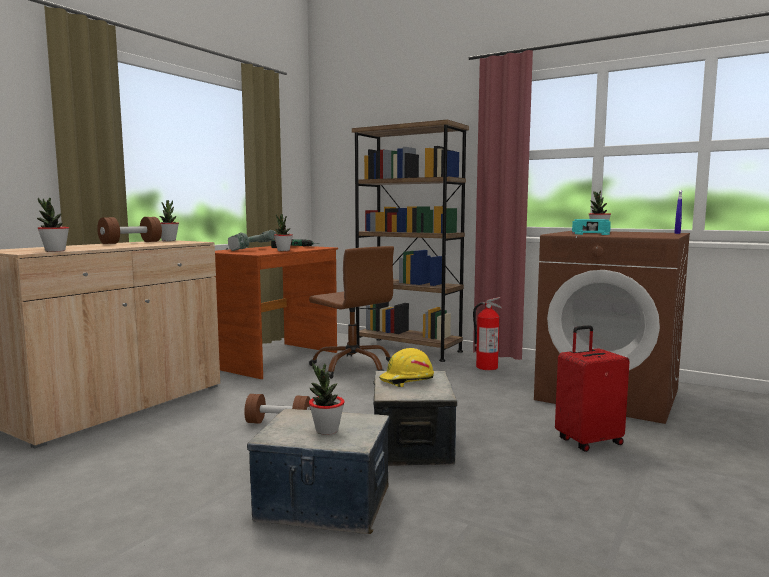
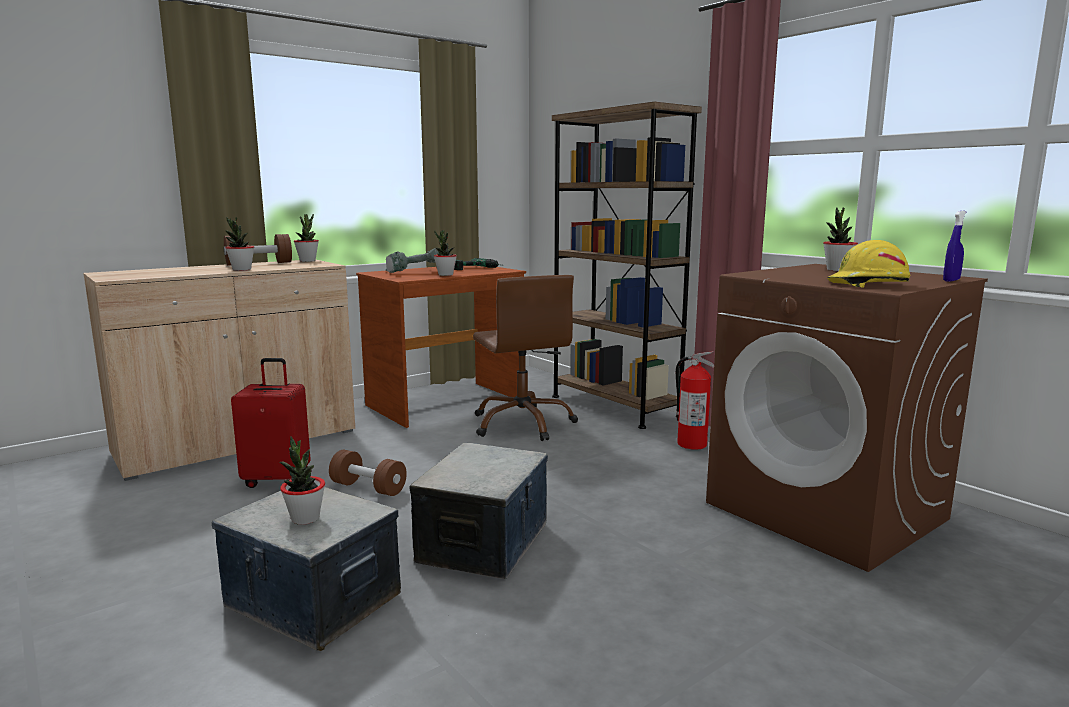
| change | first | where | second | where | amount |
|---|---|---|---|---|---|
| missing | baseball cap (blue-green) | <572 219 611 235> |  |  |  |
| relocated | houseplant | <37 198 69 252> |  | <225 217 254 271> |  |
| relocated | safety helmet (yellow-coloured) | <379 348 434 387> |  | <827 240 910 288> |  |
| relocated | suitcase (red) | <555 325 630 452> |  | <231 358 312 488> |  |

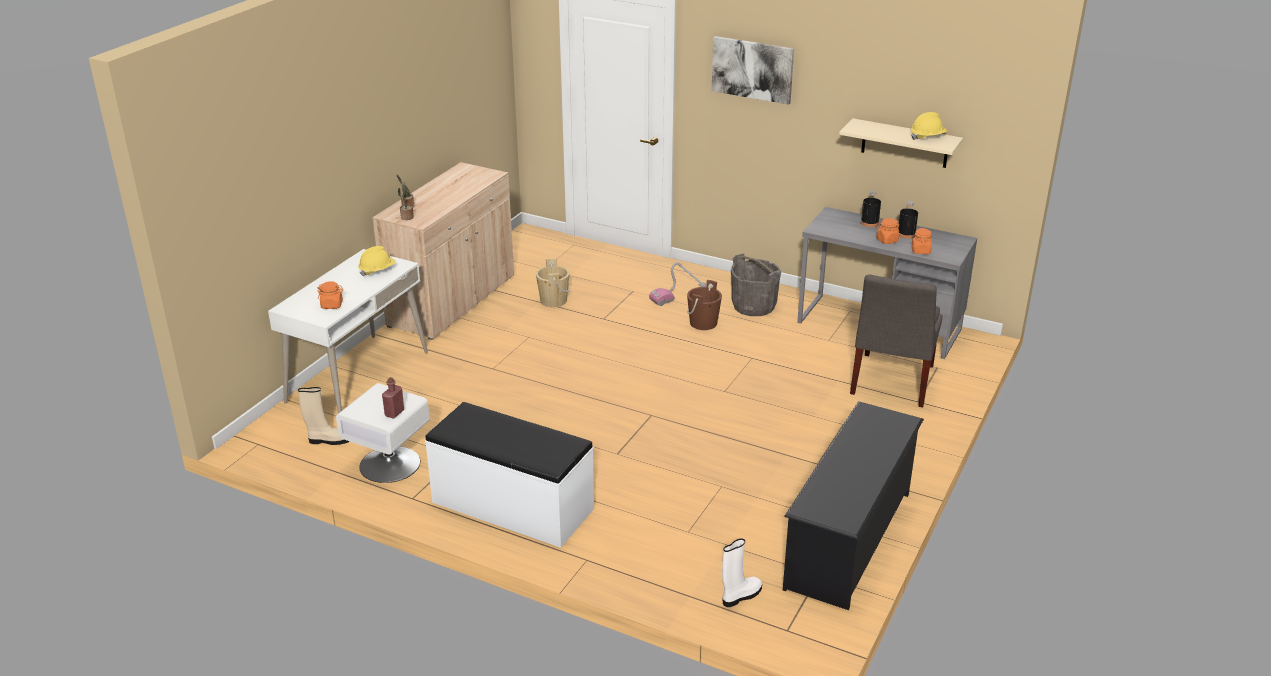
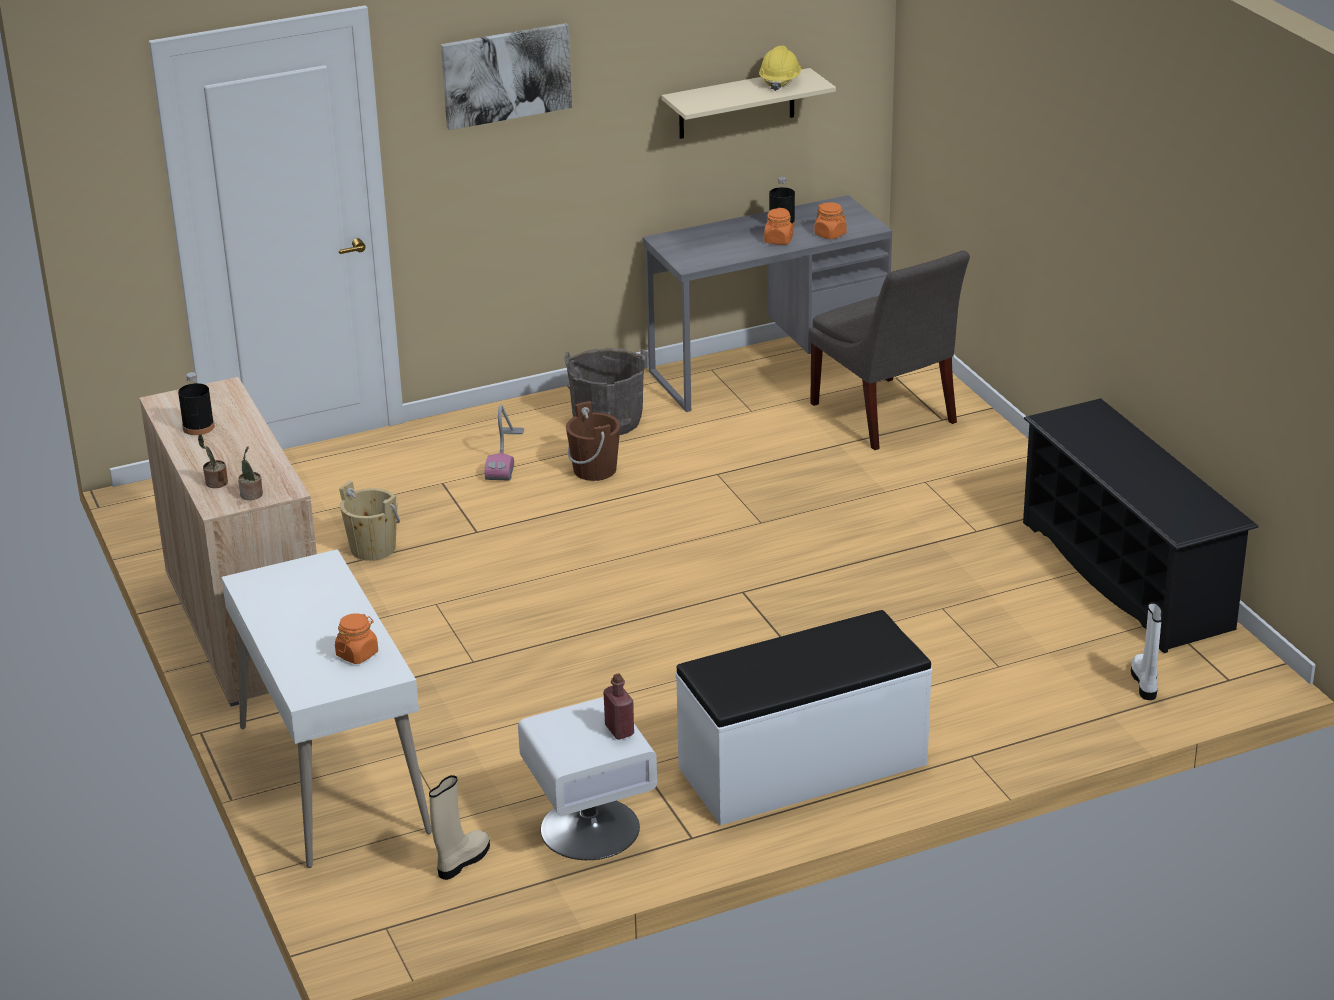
| change | first | where | second | where | amount |
|---|---|---|---|---|---|
| missing | safety helmet (yellow-coloured) | <358 246 396 276> |  |  |  |
| relocated | bottle (blackish) | <861 191 881 227> |  | <178 372 215 435> |  |

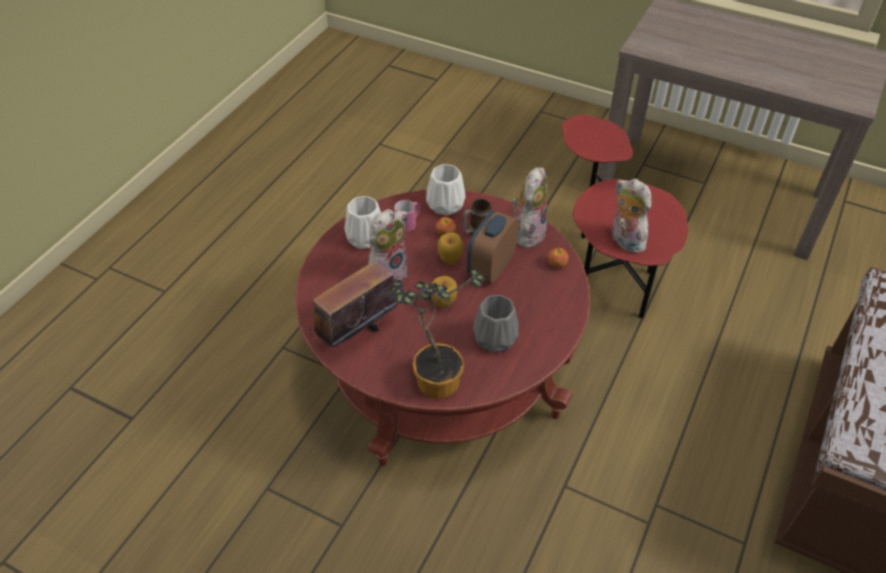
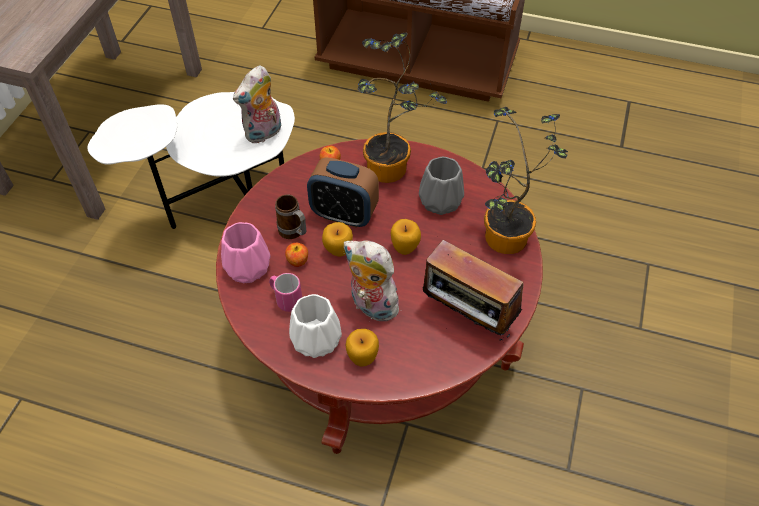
| change | first | where | second | where | amount |
|---|---|---|---|---|---|
| missing | cuddly toy | <512 167 547 248> |  |  |  |
| appeared |  |  | apple | <346 329 379 366> |  |
| appeared |  |  | houseplant | <358 32 447 183> |  |
| colour | flower vase (whitish) | <426 164 465 215> | flower vase (pink-coloured) | <221 222 271 283> |  |
| colour | end table (red) | <562 115 688 318> | end table (whitish) | <88 92 295 229> |  |

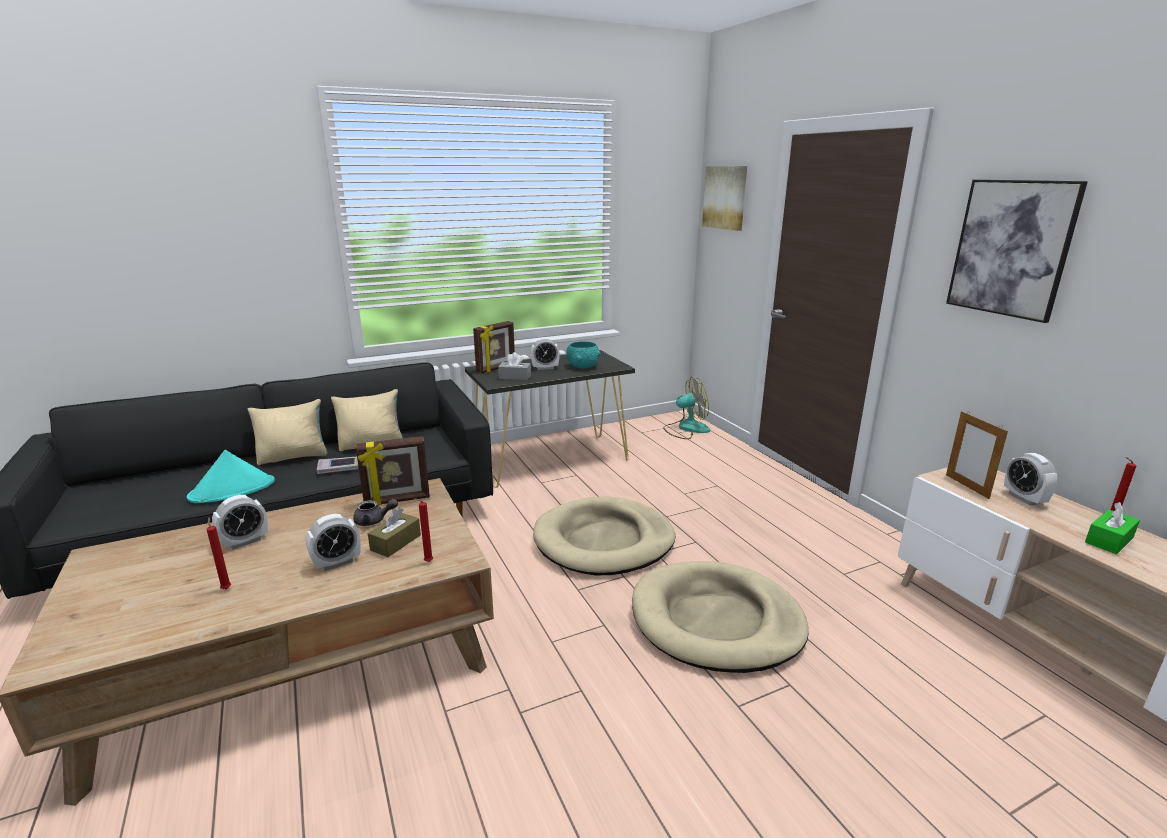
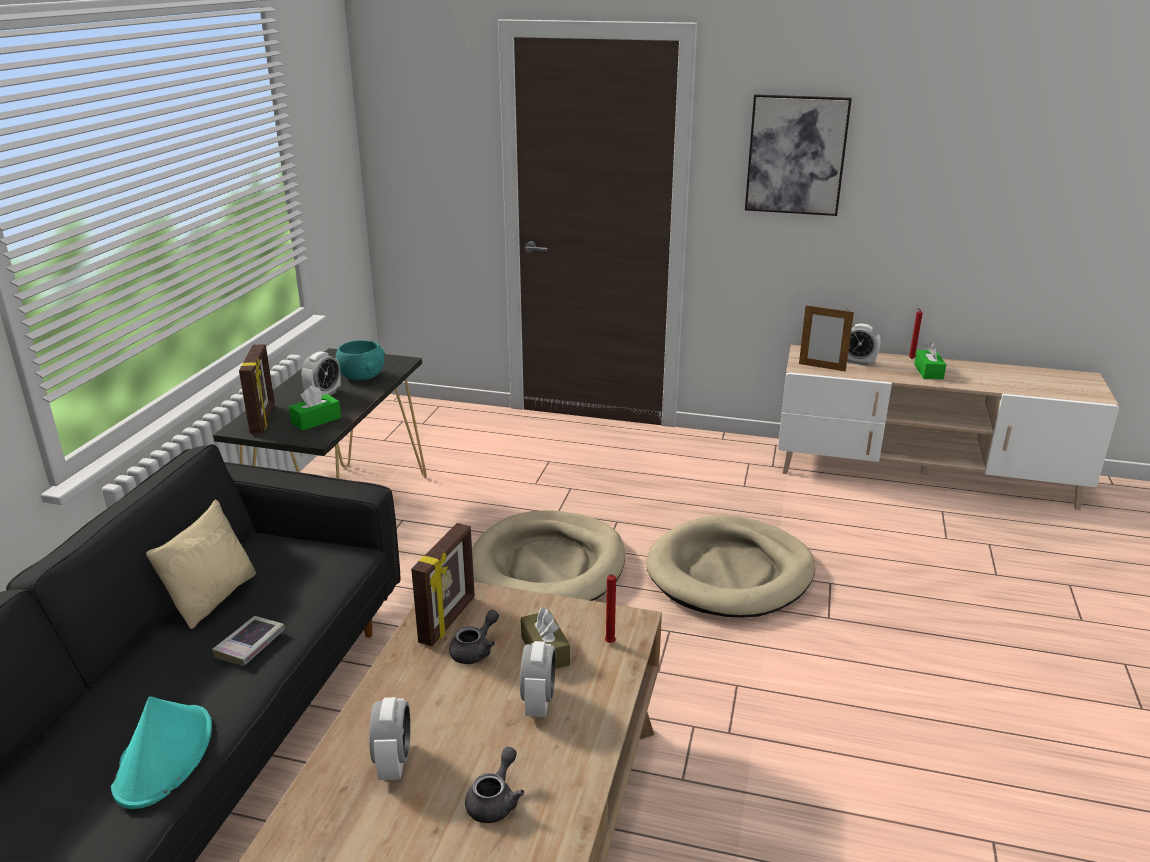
| change | first | where | second | where | amount |
|---|---|---|---|---|---|
| missing | cushion (beige) | <248 399 328 465> |  |  |  |
| missing | fan | <663 377 710 439> |  |  |  |
| missing | picture | <702 166 747 231> |  |  |  |
| exchanged | candle (red) | <206 517 231 589> | teapot (gray) | <465 747 524 823> |  |
| colour | tissue holder (gray) | <498 352 531 380> | tissue holder (greenish) | <289 386 341 431> |  |

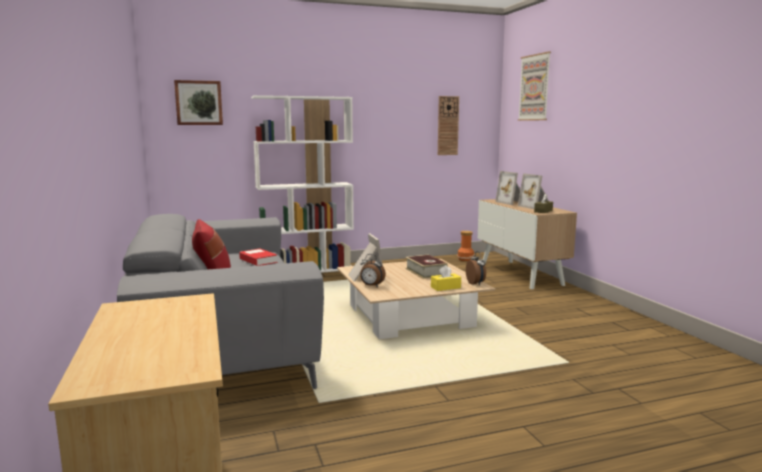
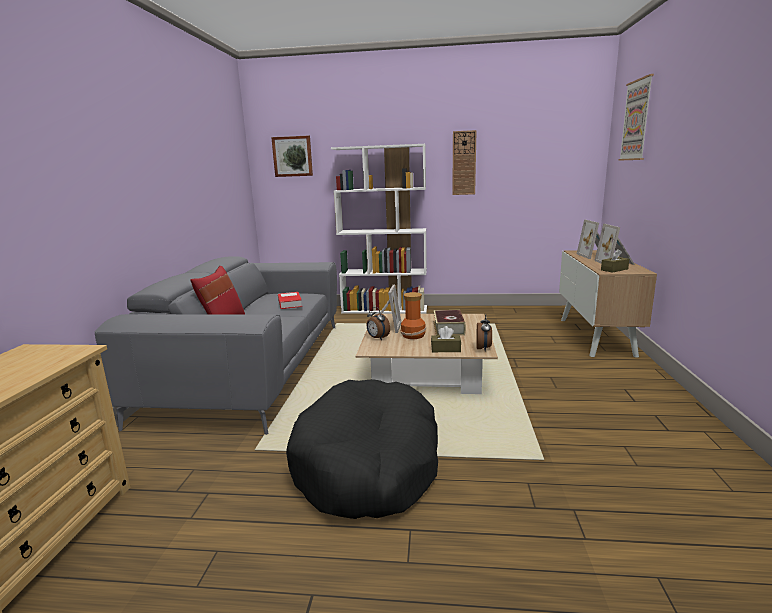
| change | first | where | second | where | amount |
|---|---|---|---|---|---|
| appeared |  |  | pet bed (blackish) | <286 379 438 519> |  |
| relocated | clock on the wall | <438 96 459 155> |  | <452 130 477 195> |  |
| relocated | flower vase | <457 231 475 261> |  | <400 292 426 339> |  |
| colour | tissue holder (yellow-coloured) | <431 265 461 291> | tissue holder (brown) | <431 326 461 352> |  |

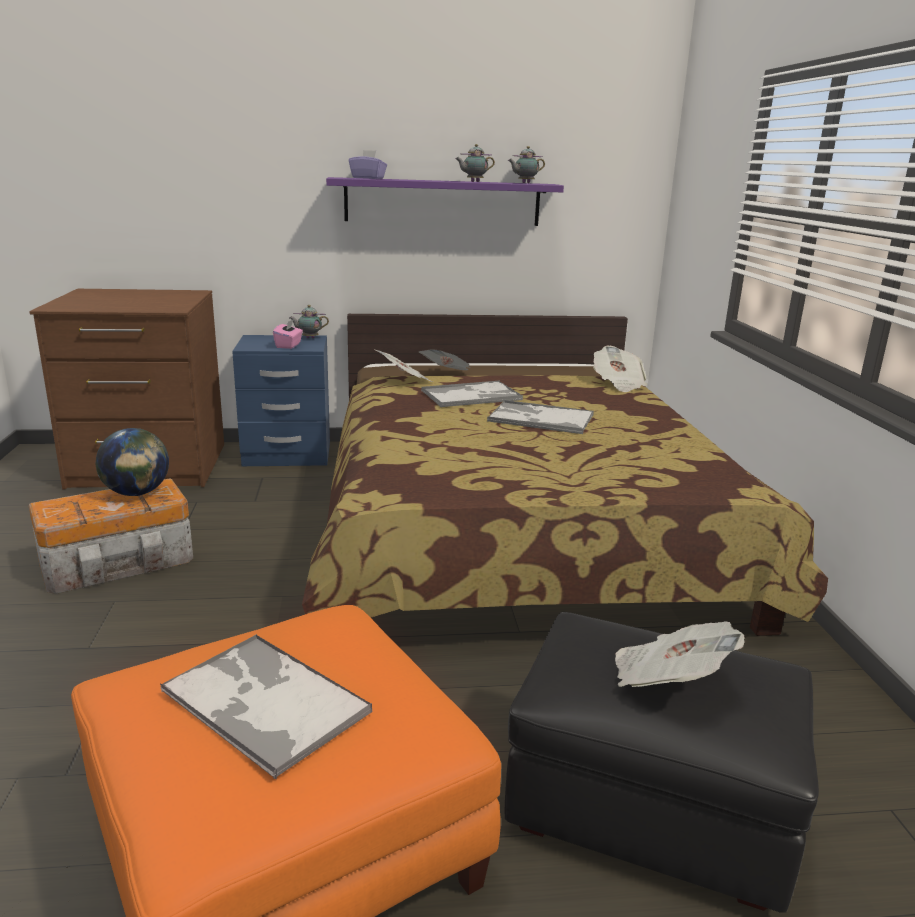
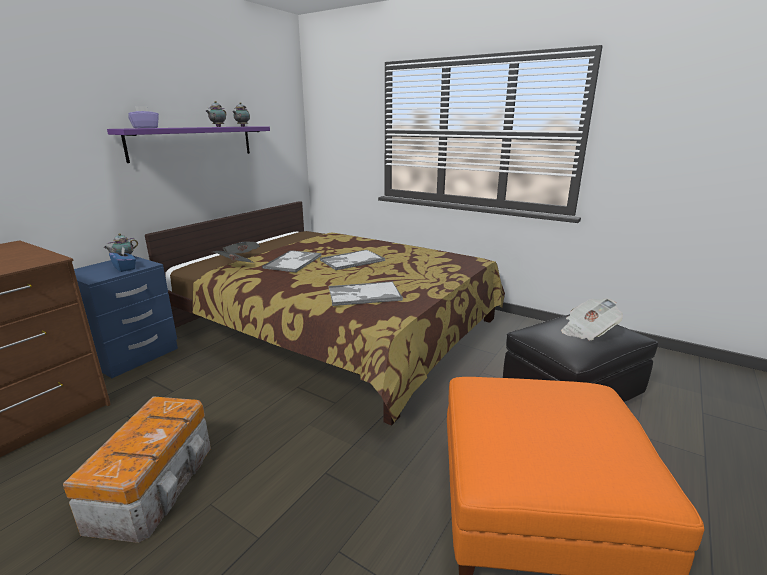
| change | first | where | second | where | amount |
|---|---|---|---|---|---|
| missing | globe | <95 428 169 496> |  |  |  |
| missing | newspaper | <593 346 647 392> |  |  |  |
| relocated | tray | <160 634 372 780> |  | <329 281 403 306> |  |
| colour | tissue holder (pink-coloured) | <273 319 303 349> | tissue holder (bluish) | <109 246 136 272> |  |

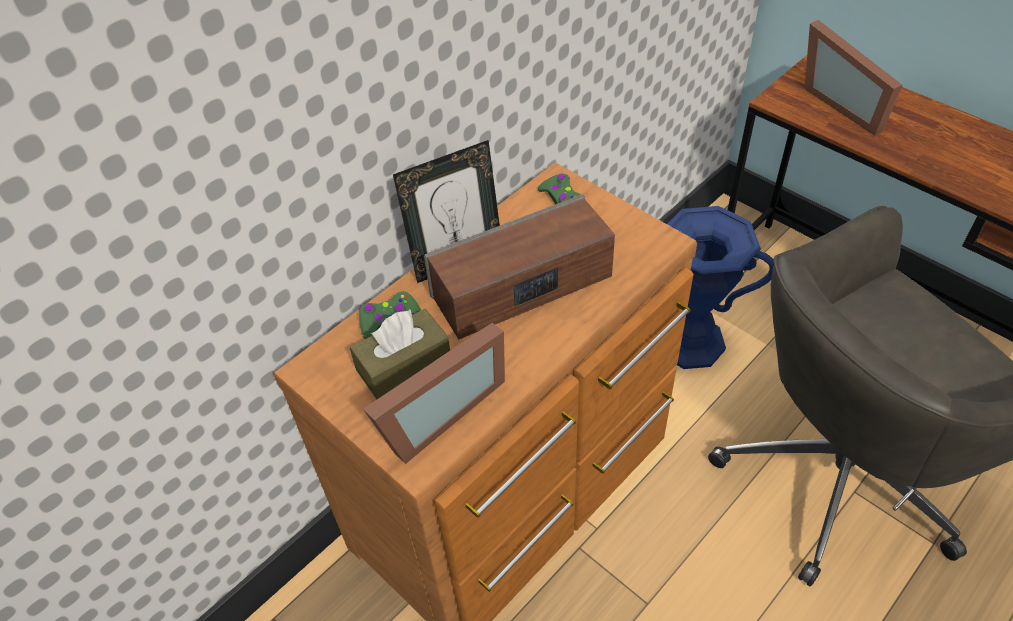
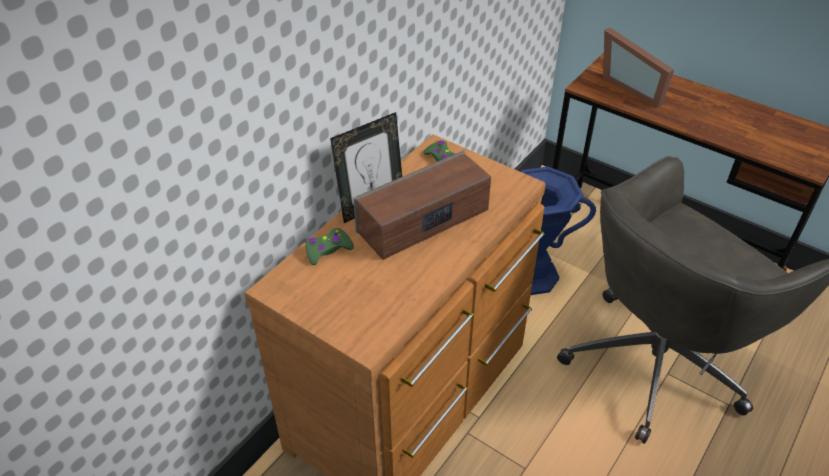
| change | first | where | second | where | amount |
|---|---|---|---|---|---|
| missing | tissue holder (brown) | <350 309 450 399> |  |  |  |
| missing | standing frame | <363 323 505 464> |  |  |  |

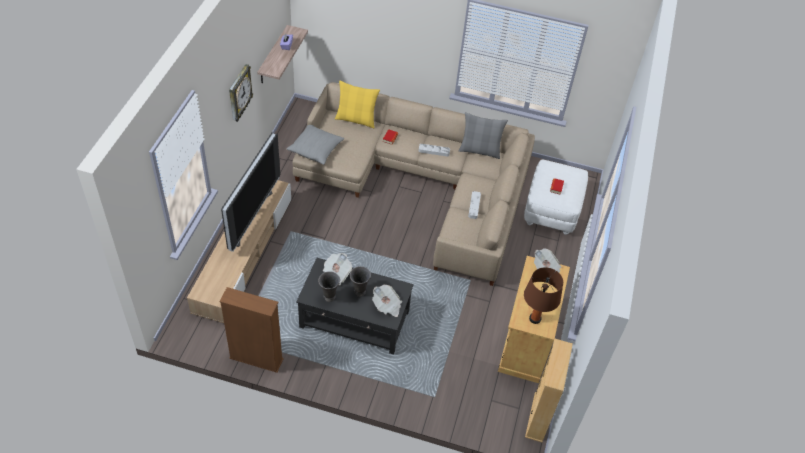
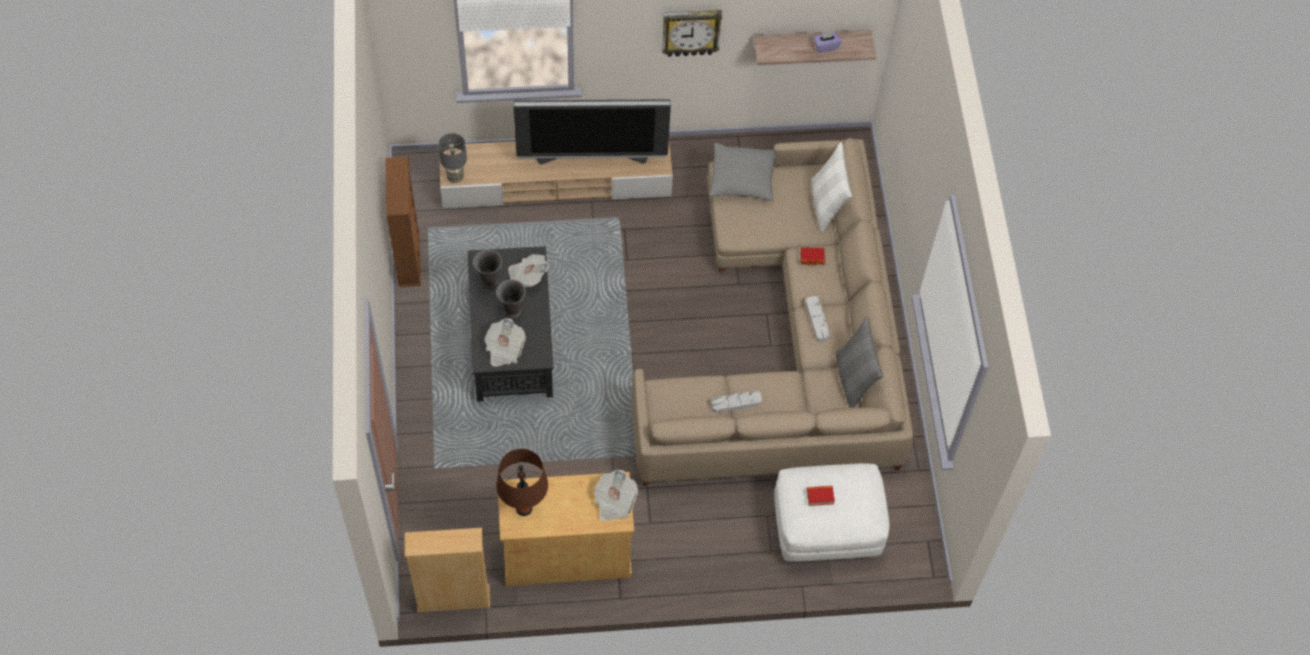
| change | first | where | second | where | amount |
|---|---|---|---|---|---|
| appeared |  |  | table lamp (gray) | <438 133 467 183> |  |
| colour | cushion (yellow-coloured) | <335 80 380 128> | cushion (whitish) | <812 142 852 232> |  |

